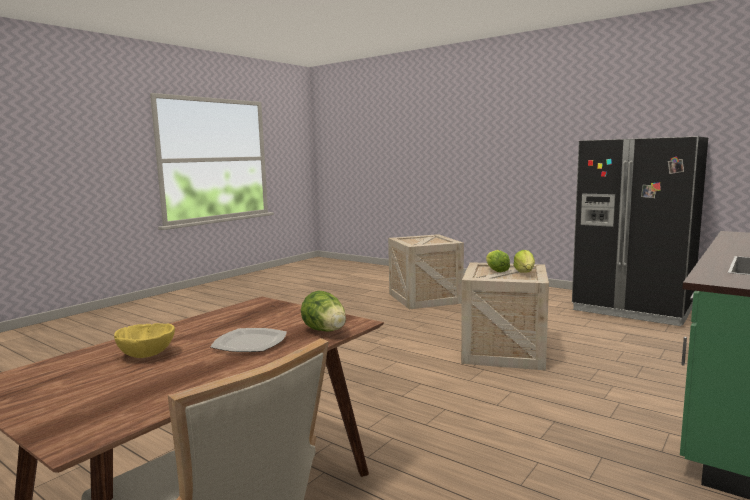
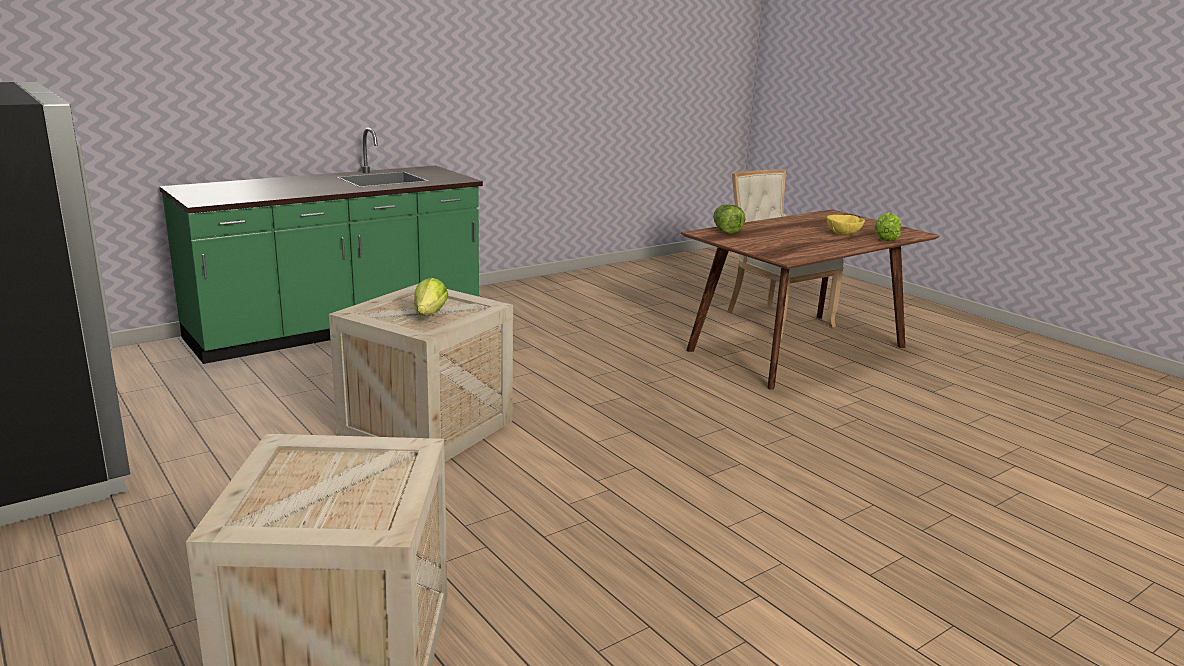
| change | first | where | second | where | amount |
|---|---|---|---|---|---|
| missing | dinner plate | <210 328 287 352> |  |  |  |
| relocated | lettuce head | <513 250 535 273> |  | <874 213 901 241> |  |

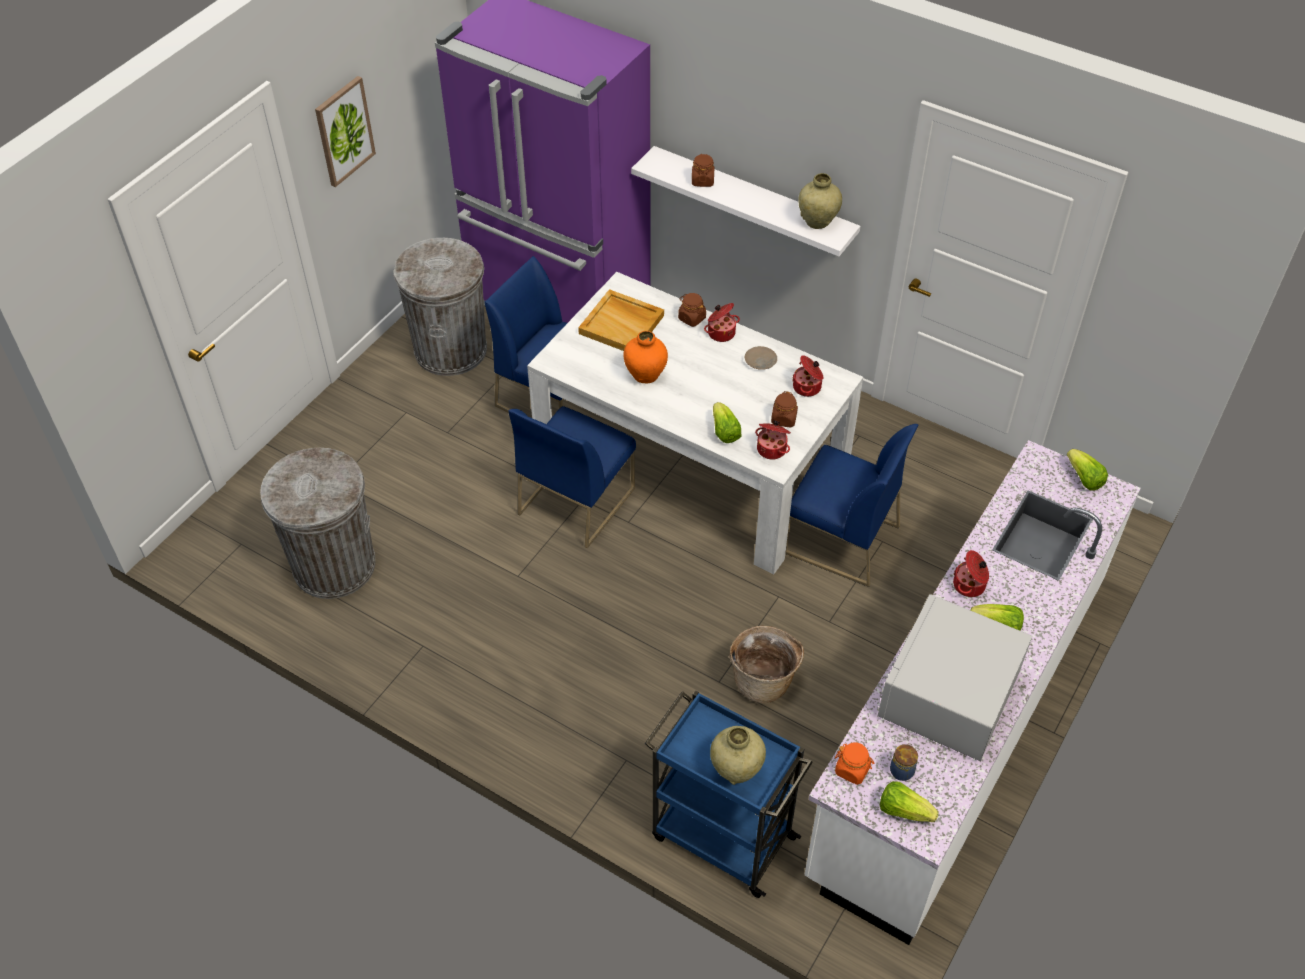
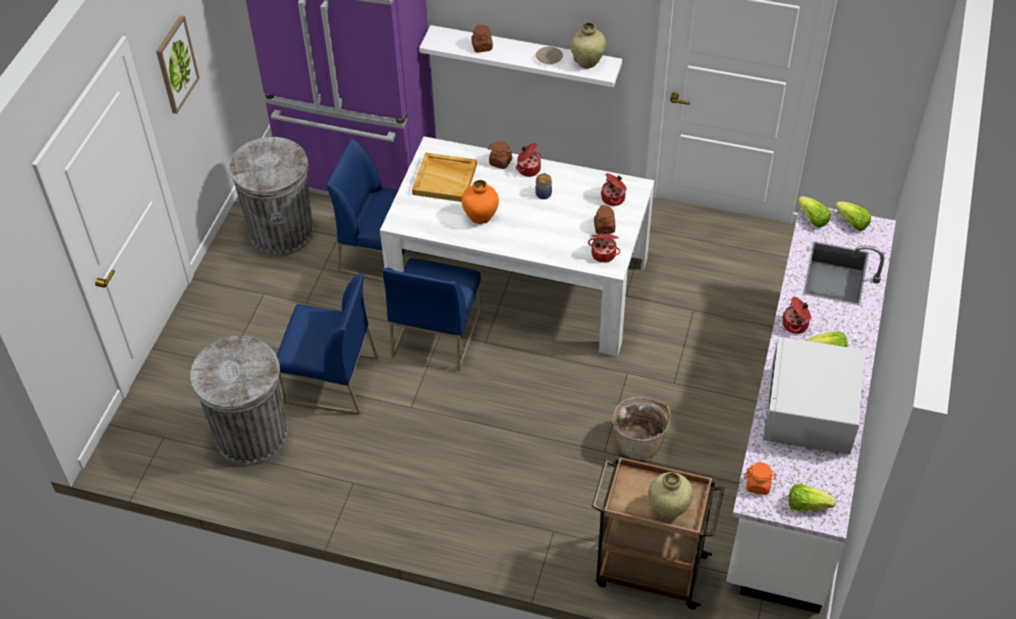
| change | first | where | second | where | amount |
|---|---|---|---|---|---|
| relocated | lettuce head | <713 402 742 443> |  | <797 196 831 228> |  |
| relocated | dinner plate (beige) | <745 346 777 370> |  | <536 47 563 64> |  |
| relocated | chair (bluish) | <785 424 919 587> |  | <277 273 378 415> |  |
| relocated | storage jar | <890 743 918 781> |  | <535 173 552 199> |  |
| colour | cart (bluish) | <645 690 813 898> | cart (brown) | <592 456 725 609> |  |

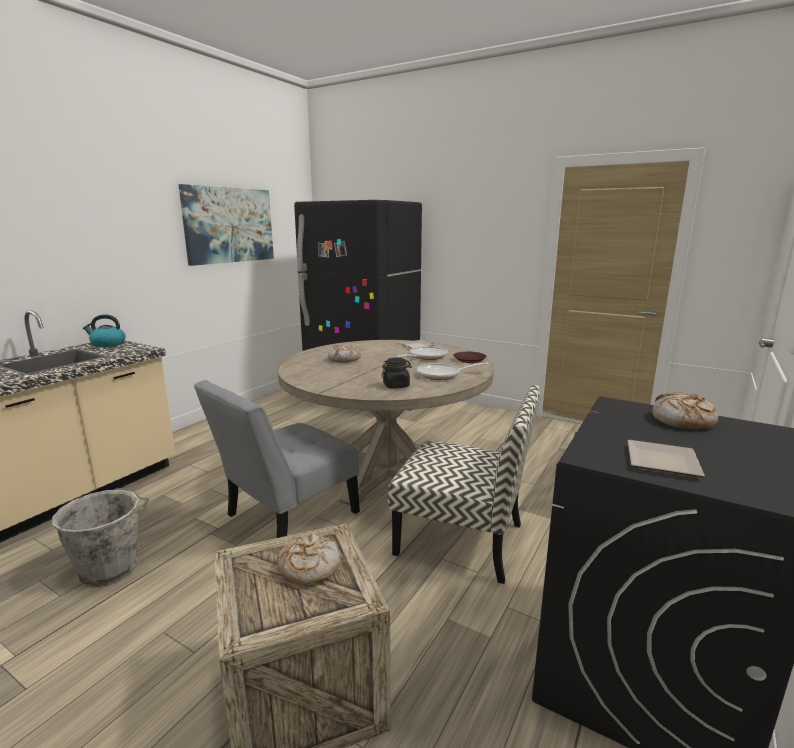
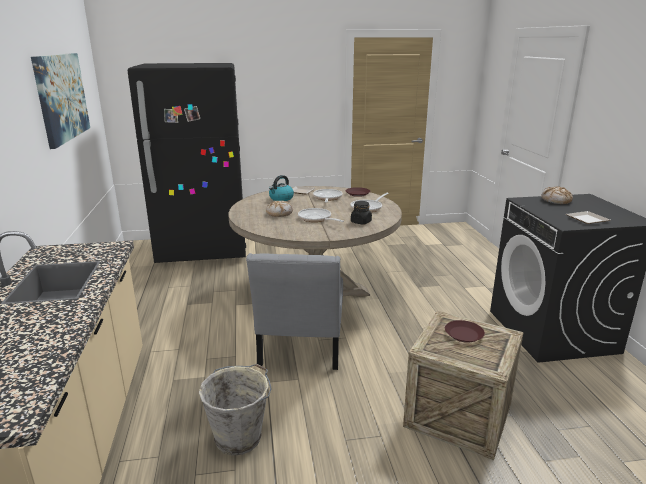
| change | first | where | second | where | amount |
|---|---|---|---|---|---|
| missing | chair | <388 385 540 584> |  |  |  |
| appeared |  |  | pan | <298 208 344 222> |  |
| relocated | kettle | <83 314 126 347> |  | <269 175 294 201> |  |
| exchanged | bakery bread | <277 533 340 585> | dinner plate (brown) | <445 320 485 343> |  |

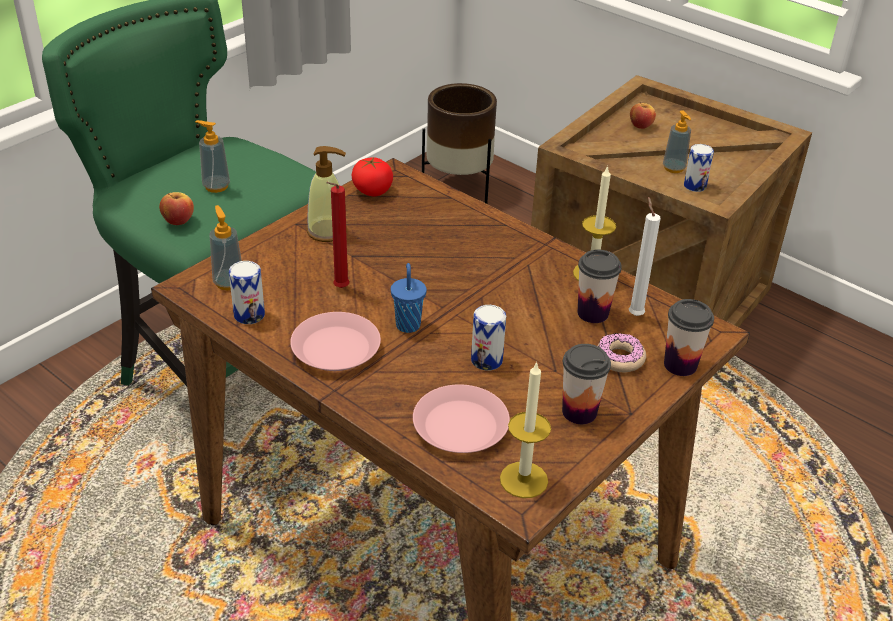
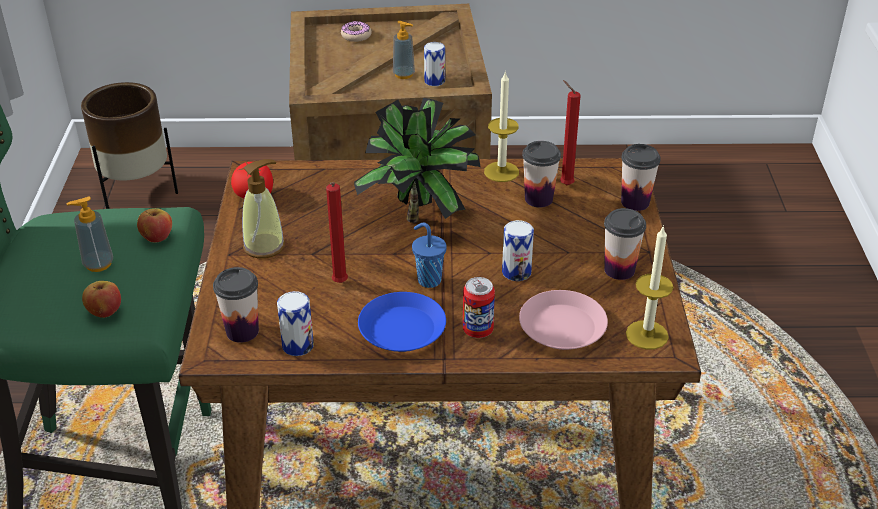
| change | first | where | second | where | amount |
|---|---|---|---|---|---|
| appeared |  |  | houseplant | <354 98 481 223> |  |
| appeared |  |  | metal can | <463 277 495 338> |  |
| relocated | donut | <598 333 646 372> |  | <341 21 372 42> |  |
| relocated | apple | <630 103 656 129> |  | <137 208 172 242> |  |
| exchanged | soap dispenser | <209 205 242 290> | small cup | <213 267 259 343> |  |
| colour | dinner plate (pink-coloured) | <290 312 381 371> | dinner plate (bluish) | <358 292 446 352> |  |
| colour | candle (whitish) | <629 197 661 316> | candle (red) | <560 80 581 185> |  |

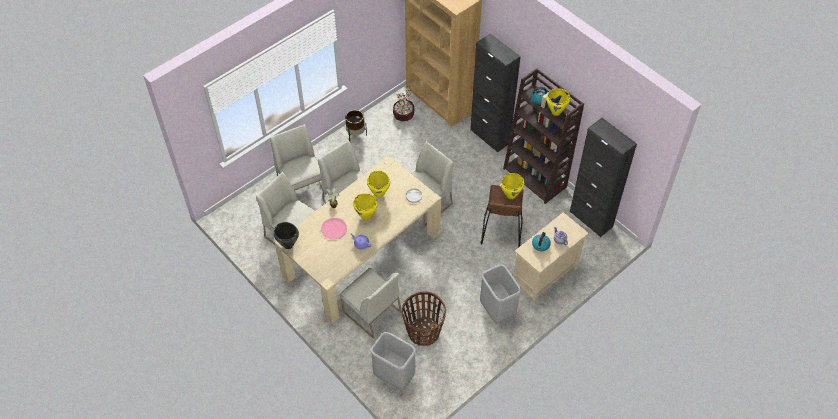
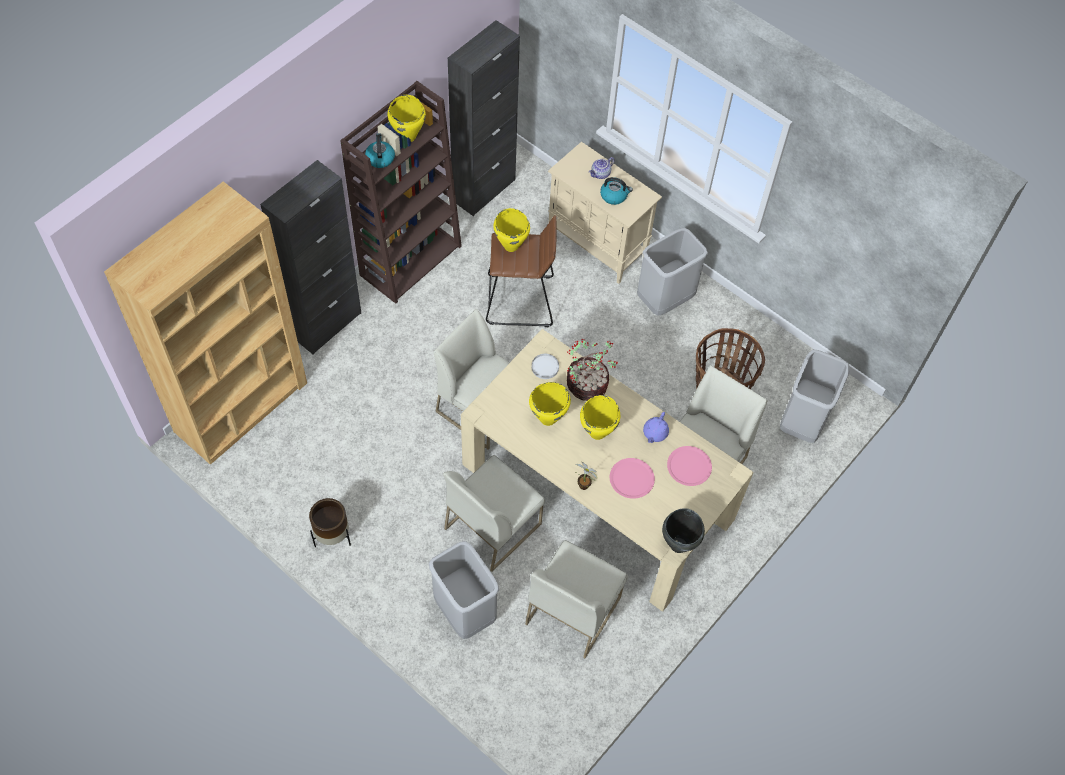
| change | first | where | second | where | amount |
|---|---|---|---|---|---|
| appeared |  |  | dinner plate (pink-coloured) | <667 446 712 486> |  |
| relocated | houseplant | <393 86 414 121> |  | <567 339 618 401> |  |
| exchanged | chair (whitish) | <270 124 327 195> | rubbish bin (gray) | <429 541 499 639> |  |

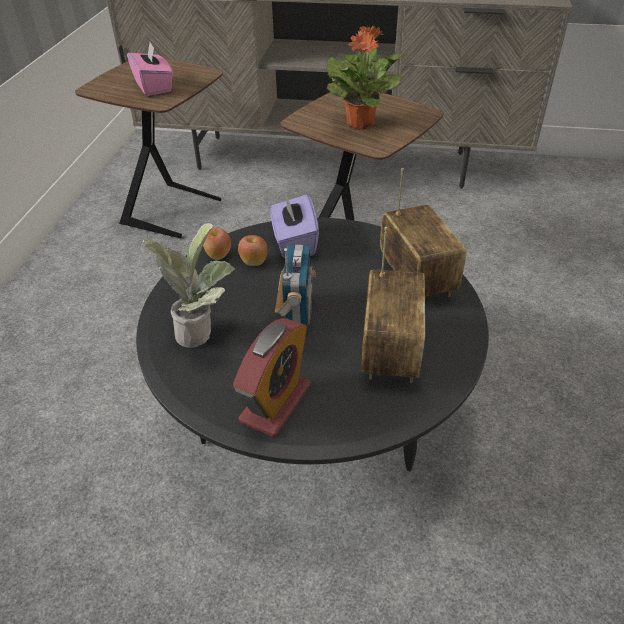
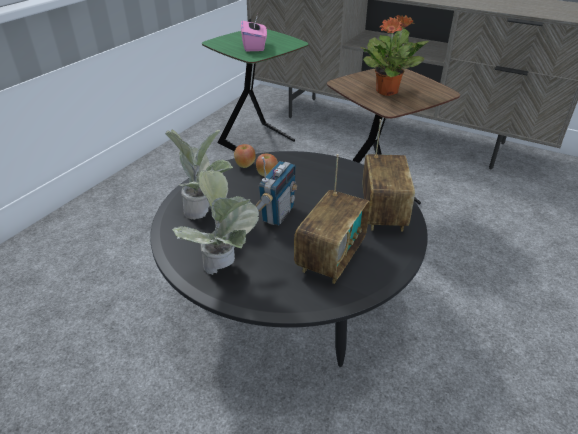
| change | first | where | second | where | amount |
|---|---|---|---|---|---|
| missing | tissue holder (purple-coloured) | <270 193 319 258> |  |  |  |
| exchanged | bedside clock | <233 318 310 437> | houseplant | <172 169 259 275> |  |
| colour | end table (brown) | <75 59 223 238> | end table (greenish) | <202 29 309 151> |  |

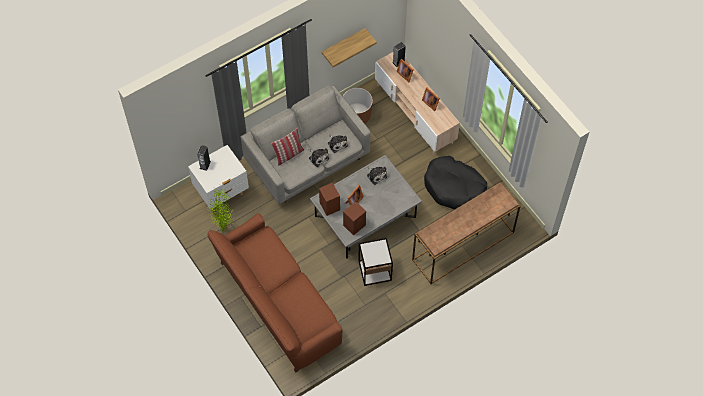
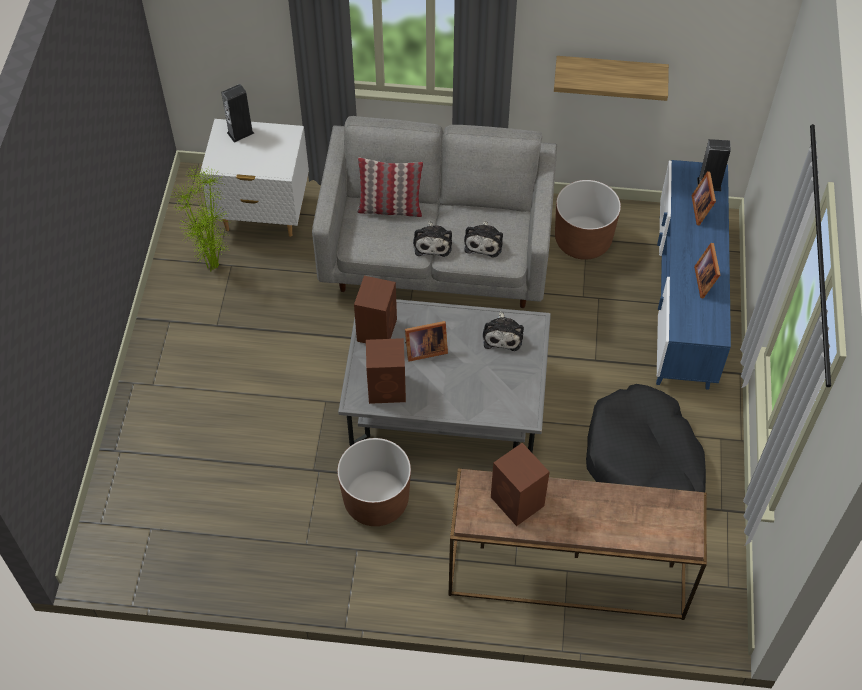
| change | first | where | second | where | amount |
|---|---|---|---|---|---|
| missing | couch (brown) | <207 213 343 373> |  |  |  |
| appeared |  |  | loudspeaker (brown) | <491 443 549 526> |  |
| exchanged | end table | <359 238 393 286> | flower pot (brown) | <337 438 411 526> |  |
| colour | tv unit (beige) | <375 52 460 155> | tv unit (bluish) | <656 160 731 390> |  |

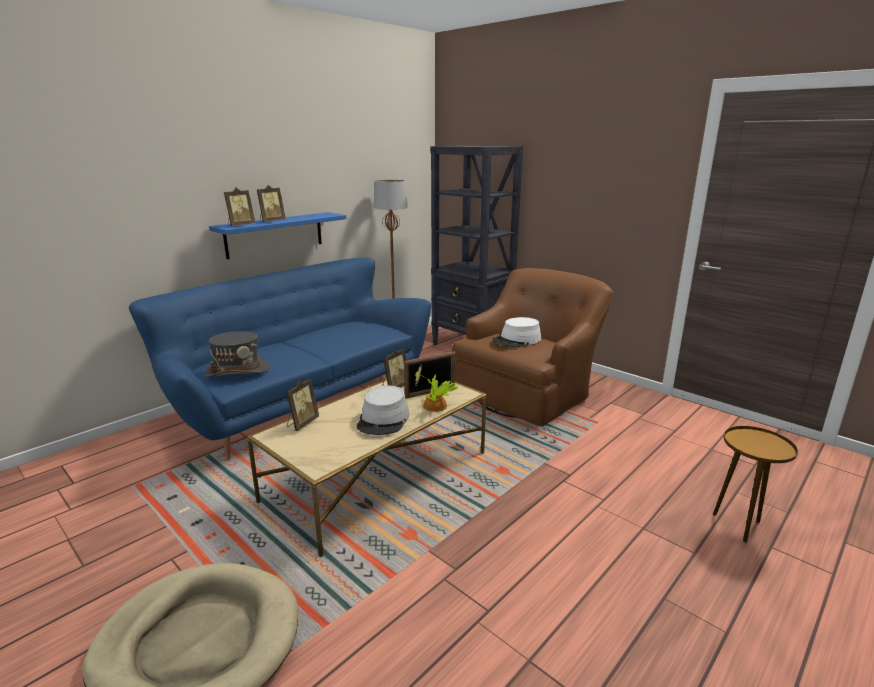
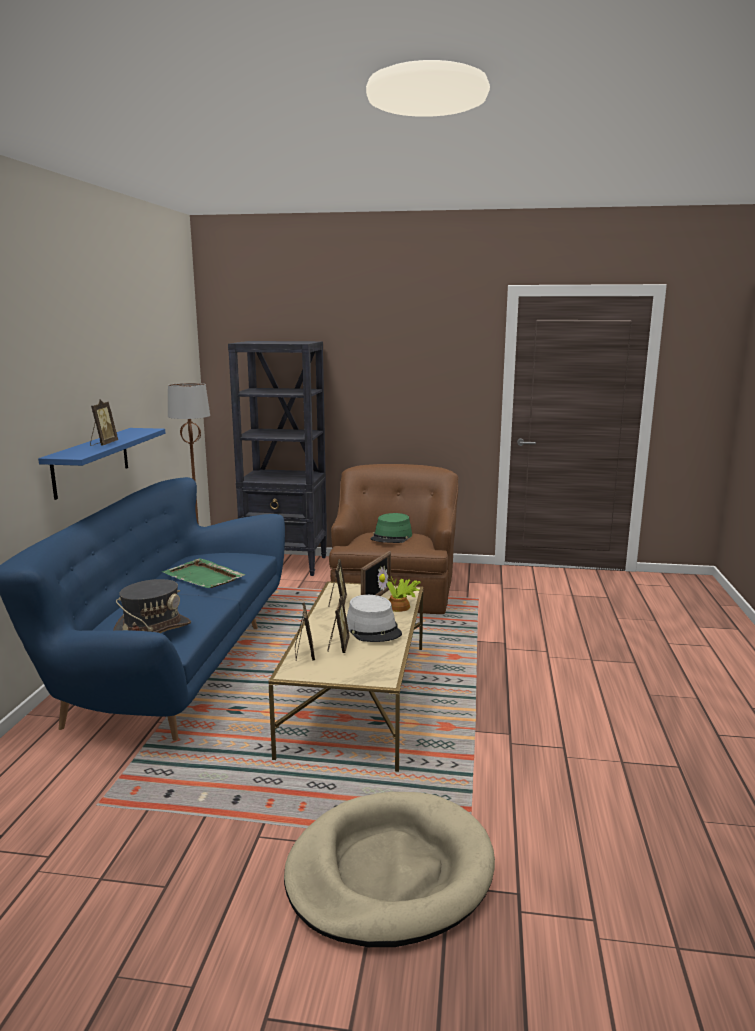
| change | first | where | second | where | amount |
|---|---|---|---|---|---|
| missing | end table (brown) | <713 426 798 543> |  |  |  |
| appeared |  |  | tray (greenish) | <162 558 246 588> |  |
| relocated | standing frame | <224 187 255 226> |  | <328 596 350 653> |  |
| colour | wearable hat (whitish) | <492 317 541 348> | wearable hat (greenish) | <371 513 412 543> |  |

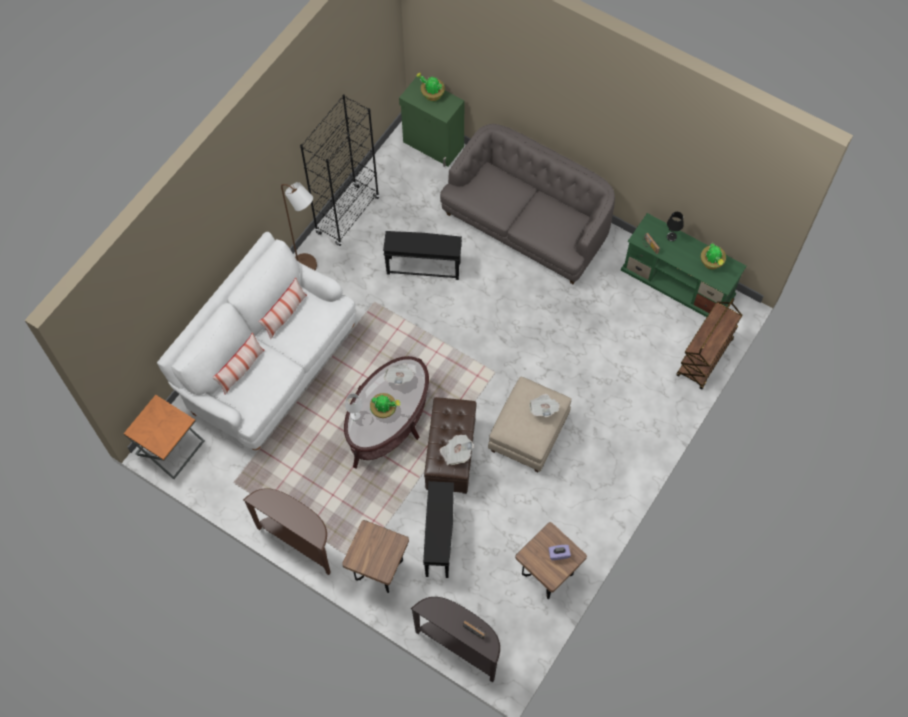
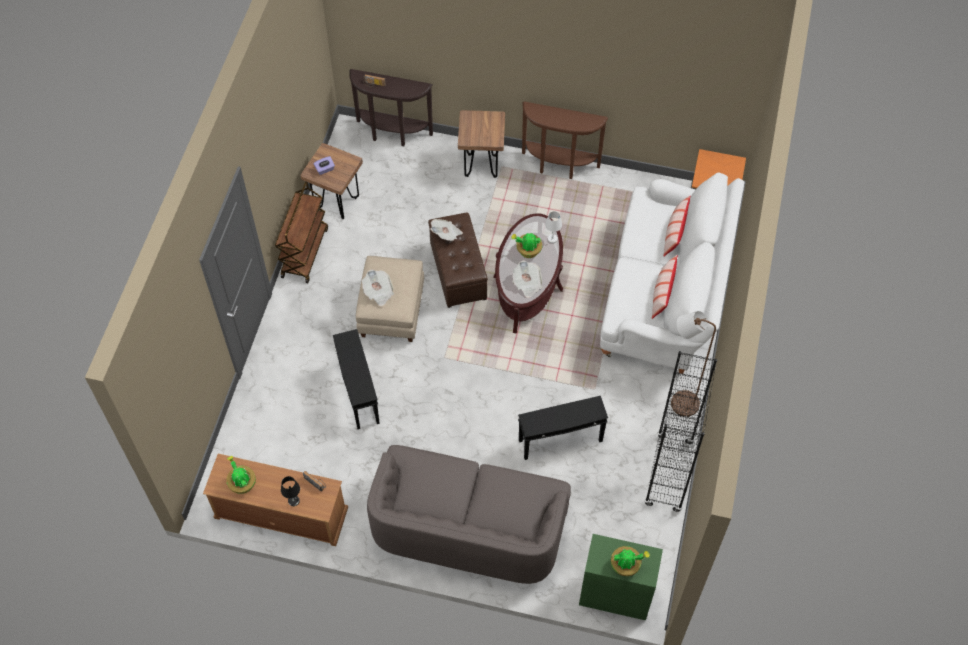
| change | first | where | second | where | amount |
|---|---|---|---|---|---|
| relocated | end table (blackish) | <423 481 455 578> |  | <333 329 380 429> |  |
| relocated | cart (brown) | <676 298 743 389> |  | <275 182 328 283> |  |
| colour | tv unit (greenish) | <621 213 747 317> | tv unit (brown) | <203 454 348 546> |  |

